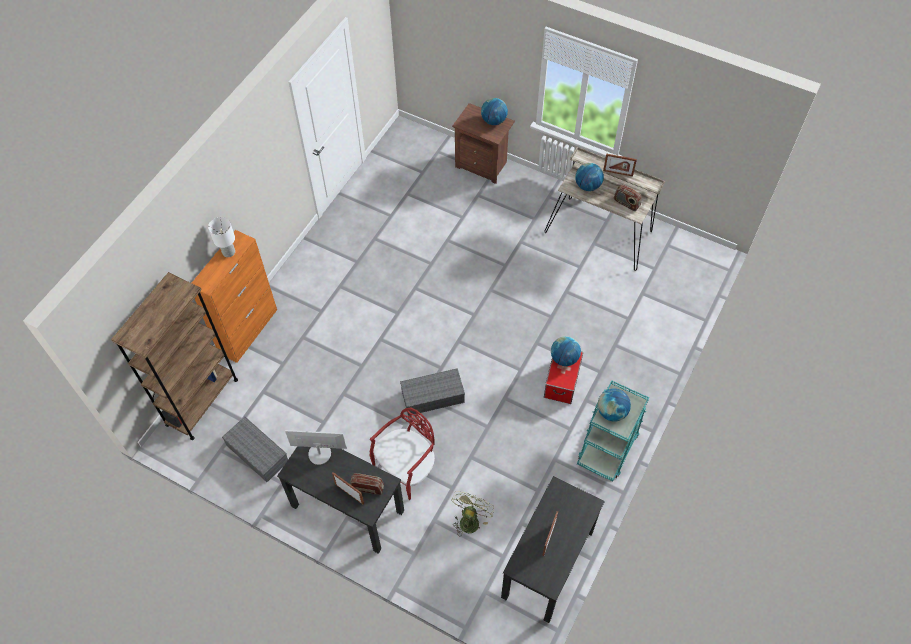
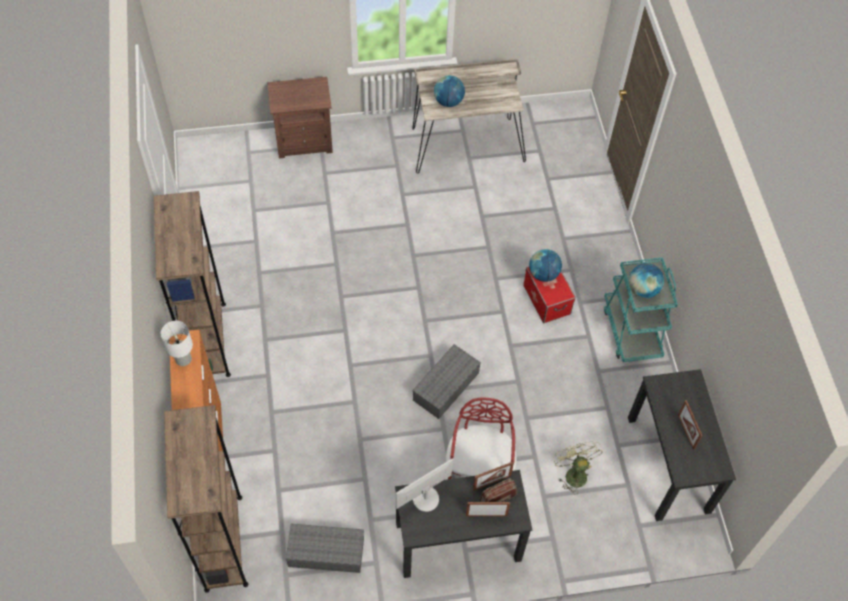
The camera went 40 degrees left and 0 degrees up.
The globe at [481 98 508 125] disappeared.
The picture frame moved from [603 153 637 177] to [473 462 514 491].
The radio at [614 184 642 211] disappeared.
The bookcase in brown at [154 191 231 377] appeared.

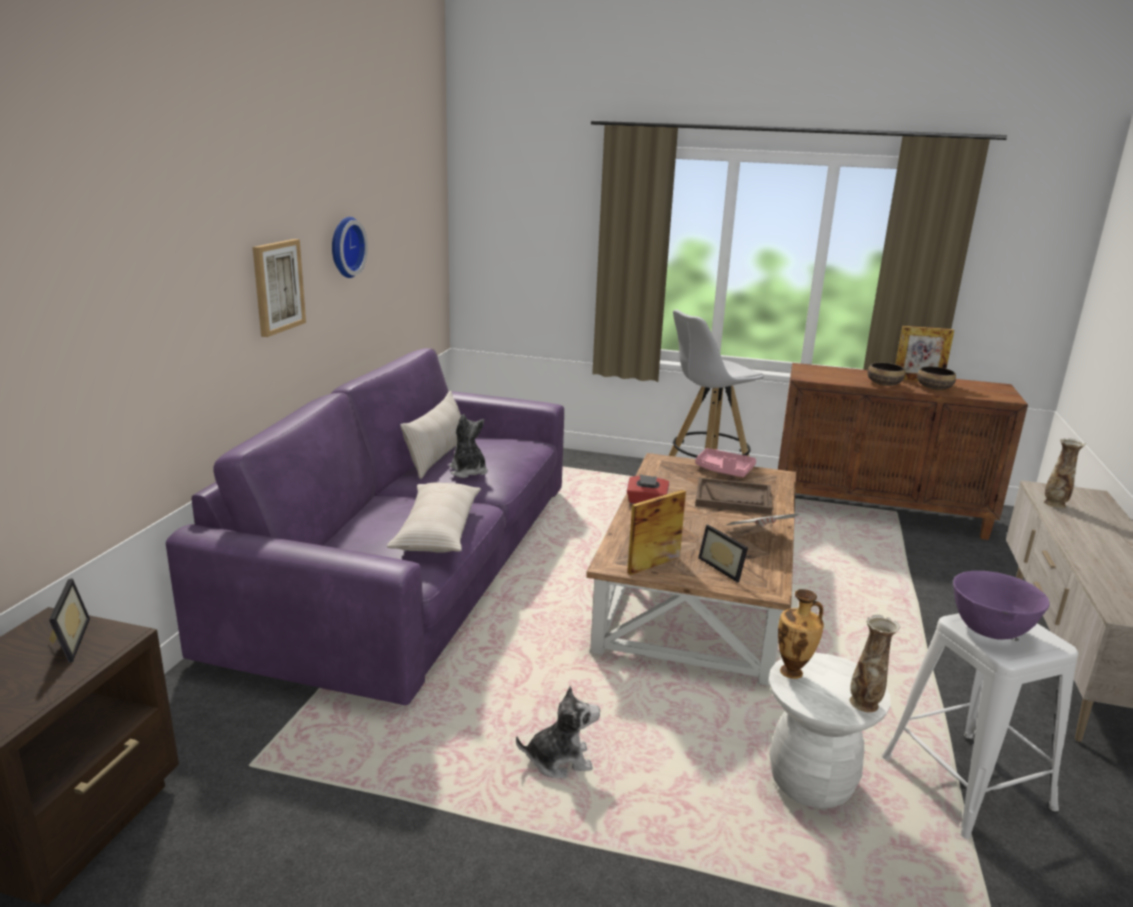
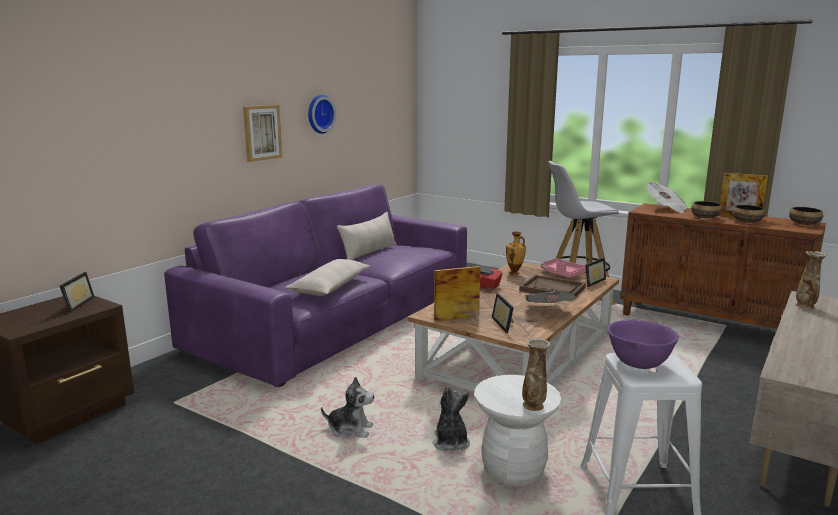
The camera went 20 degrees right and 5 degrees down.
The plush toy moved from [449 414 488 478] to [433 386 470 451].
The vase moved from [778 589 824 679] to [506 232 526 275].
The newspaper at [646 182 689 213] appeared.
The bowl at [789 207 823 225] appeared.
The picture frame at [585 258 606 287] appeared.

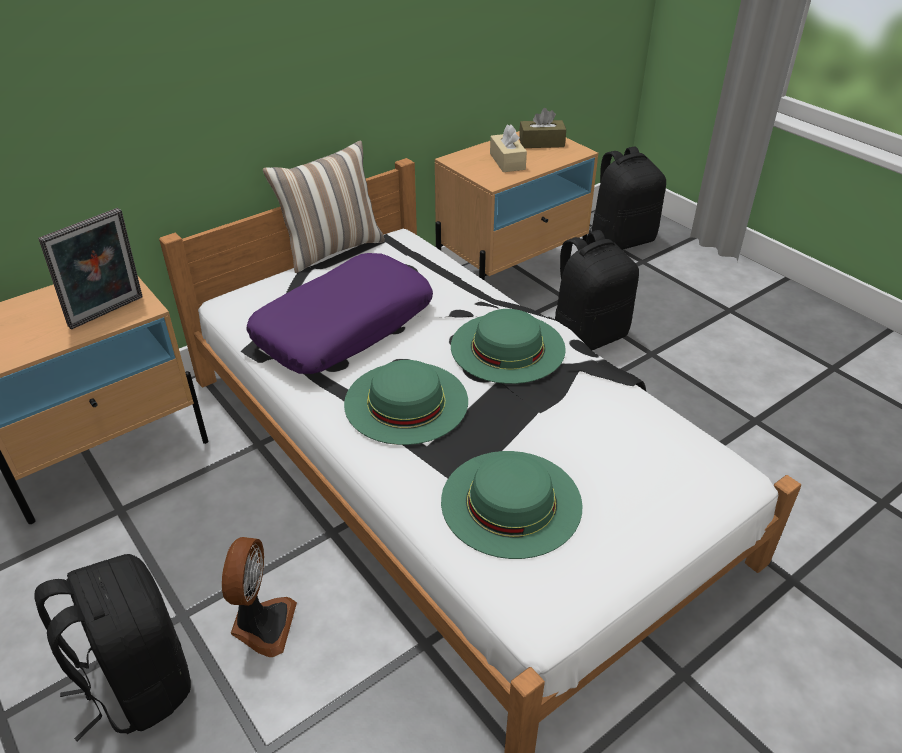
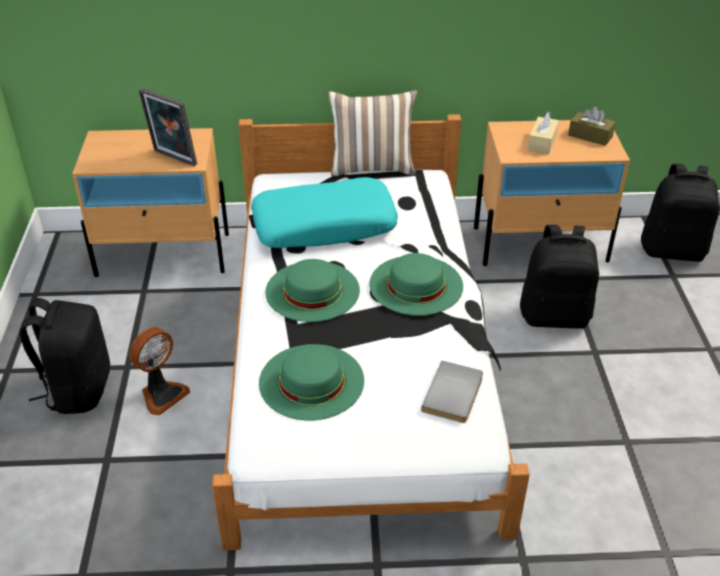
The camera went 35 degrees right and 0 degrees up.
The picture frame at [38 208 142 330] turned 45 degrees clockwise.
The pillow in purple at [246 253 433 374] became the pillow in turquoise at [251 177 398 248].
The book in grey at [421 361 483 423] appeared.

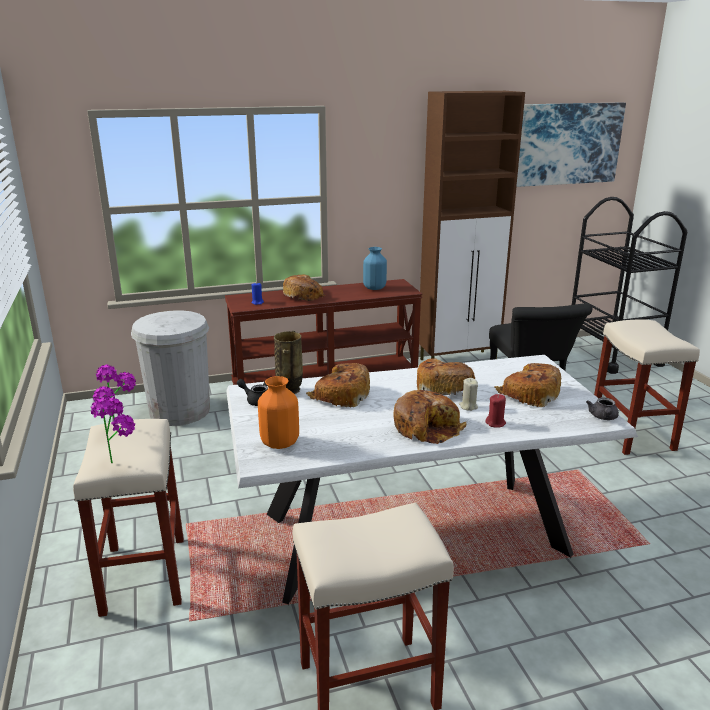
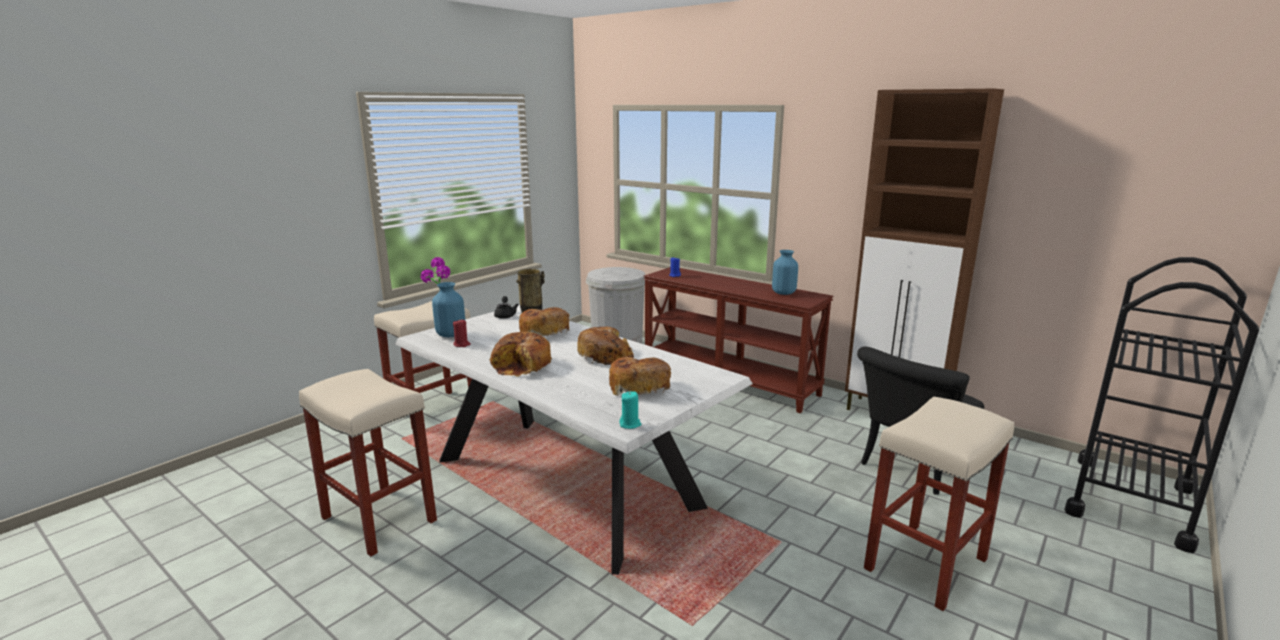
The camera went 55 degrees right and 5 degrees down.
The picture at [516 102 626 187] disappeared.
The bread at [283 274 325 301] disappeared.
The vase in orange at [258 376 299 449] became the vase in blue at [432 282 465 337].
The candle in beige at [459 378 478 411] disappeared.
The candle in red moved from [486 394 506 428] to [453 319 471 347].
The teapot in grey at [586 397 619 420] was replaced by the candle in turquoise at [619 391 641 429].
The potted plant at [91 398 135 463] disappeared.

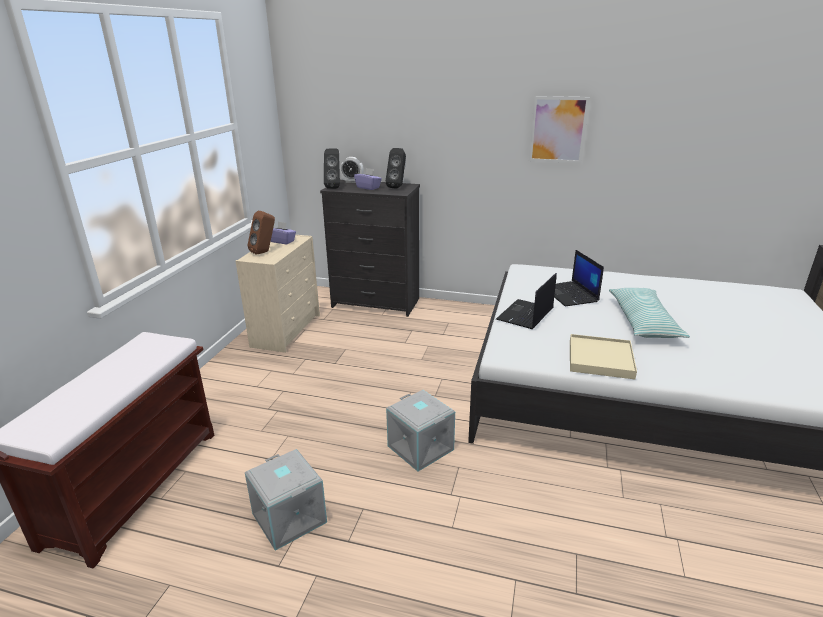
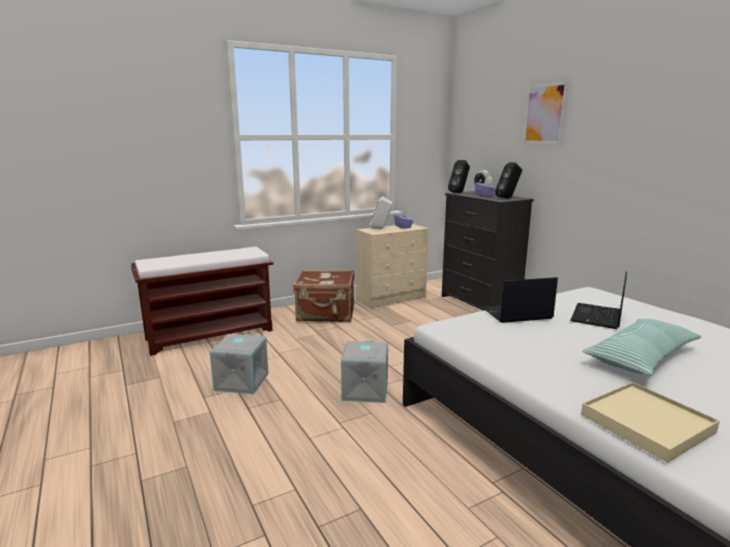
The camera went 45 degrees right and 10 degrees down.
The picture moved from [529 96 590 163] to [523 82 568 144].
The speaker in brown at [248 211 275 255] became the speaker in white at [370 197 393 229].
The tray in beige moved from [570 334 637 379] to [581 382 720 463].
The suitcase in brown at [293 270 354 322] appeared.

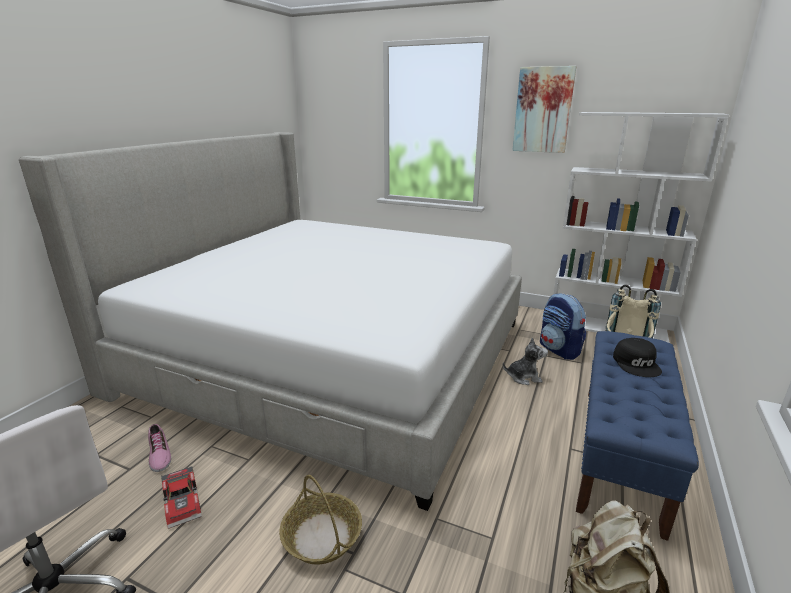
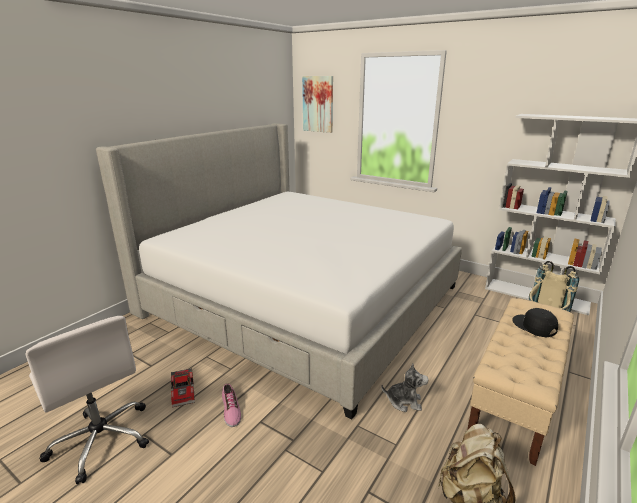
The camera went 10 degrees right and 0 degrees up.
The picture moved from [512 66 577 153] to [302 76 333 133].
The backpack at [540 293 586 360] disappeared.
The bench in blue at [576 331 699 541] became the bench in beige at [467 298 574 466].
The plush toy moved from [503 338 548 385] to [381 364 429 412].
The cap in black at [613 338 662 377] turned 135 degrees clockwise.
The shoe moved from [148 424 171 472] to [222 383 241 427].
The basket at [279 475 362 565] disappeared.

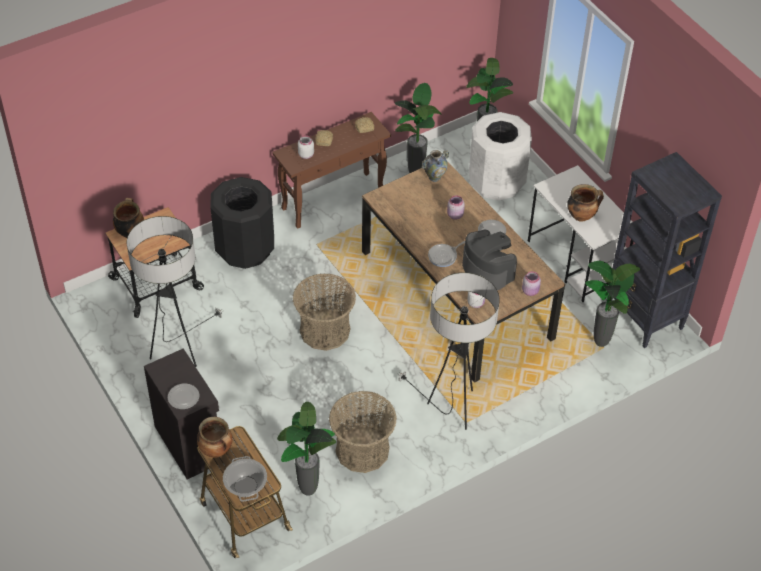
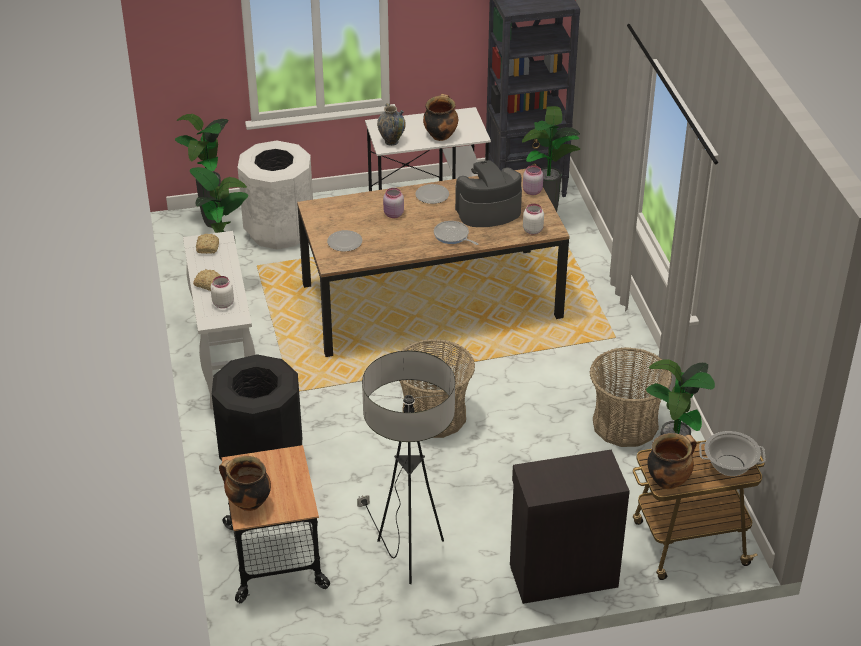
The camera went 70 degrees left and 10 degrees down.
The console table in brown at [272 112 391 229] became the console table in white at [183 231 255 409].
The vase moved from [422 150 449 182] to [377 103 406 146].
The frying pan at [428 241 465 267] turned 150 degrees clockwise.
The floor lamp at [397 272 500 430] disappeared.
The plate moved from [168 384 199 409] to [327 230 362 251].

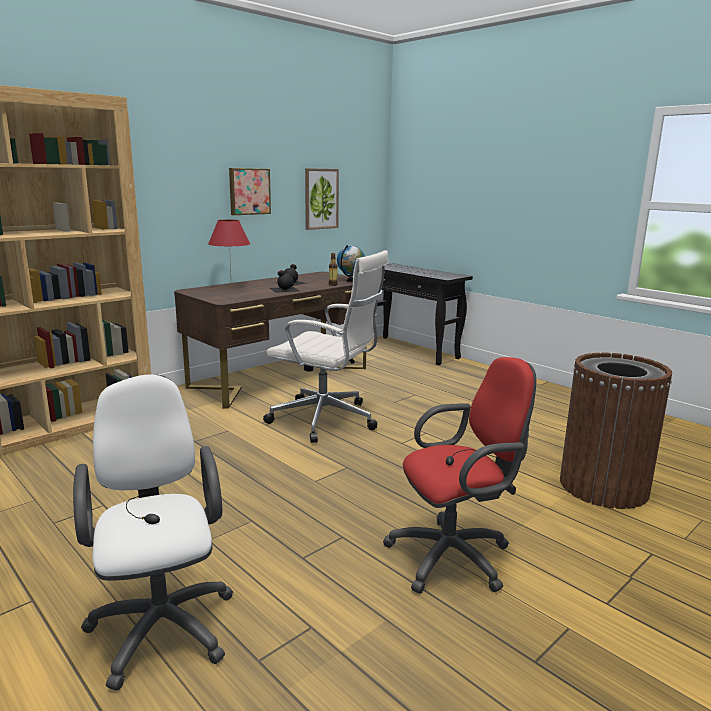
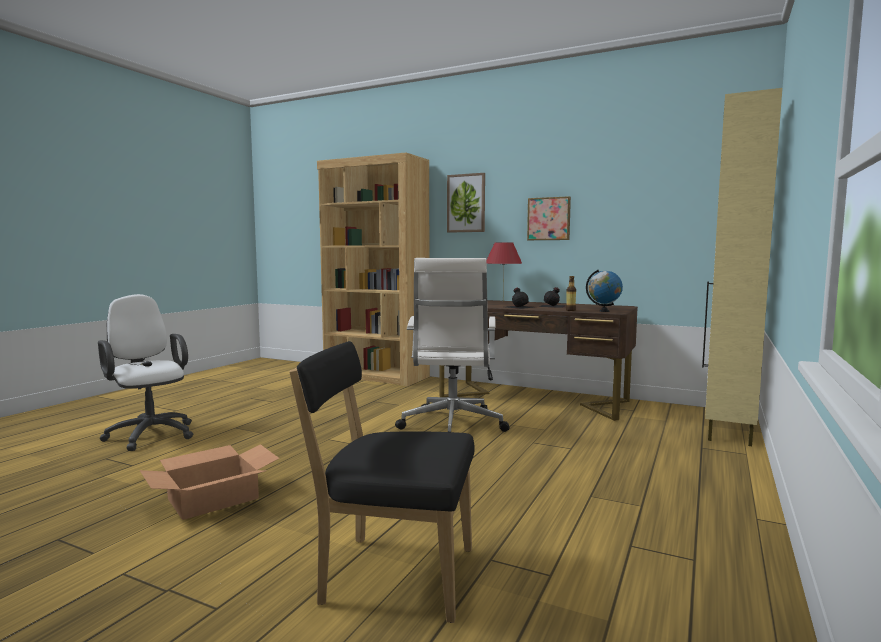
The camera went 70 degrees right and 10 degrees down.
The picture moved from [305 168 339 230] to [447 173 485 233].
The console table in black at [377 263 473 365] was replaced by the cabinet in beige at [702 88 782 446].
The trash can in brown at [560 353 672 509] was replaced by the chair in black at [289 341 475 623].
The office chair in red at [383 357 536 594] was replaced by the cardboard box at [139 444 279 520].
The office chair in white at [73 374 233 690] turned 90 degrees counterclockwise.

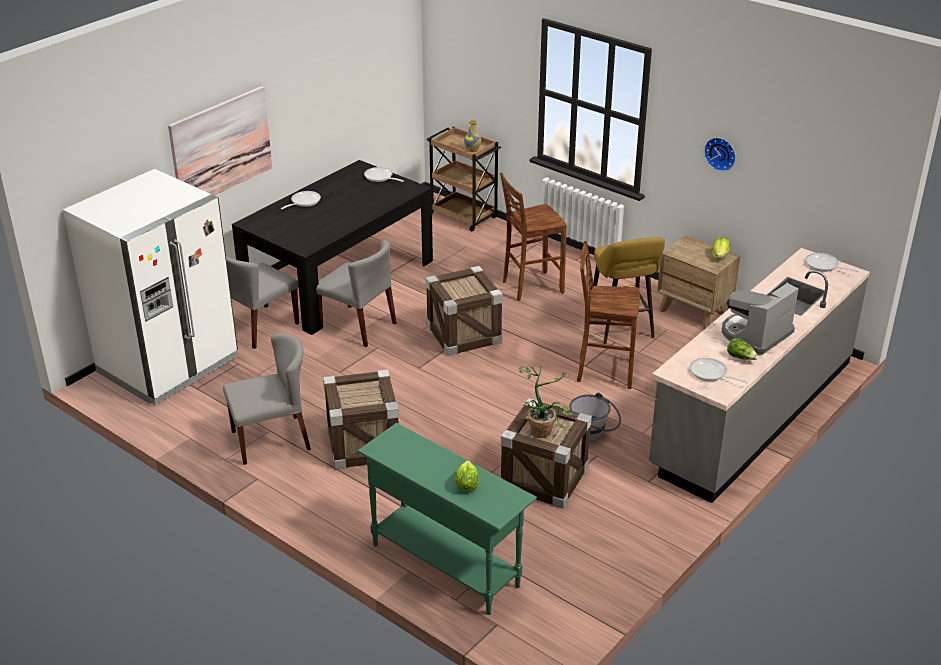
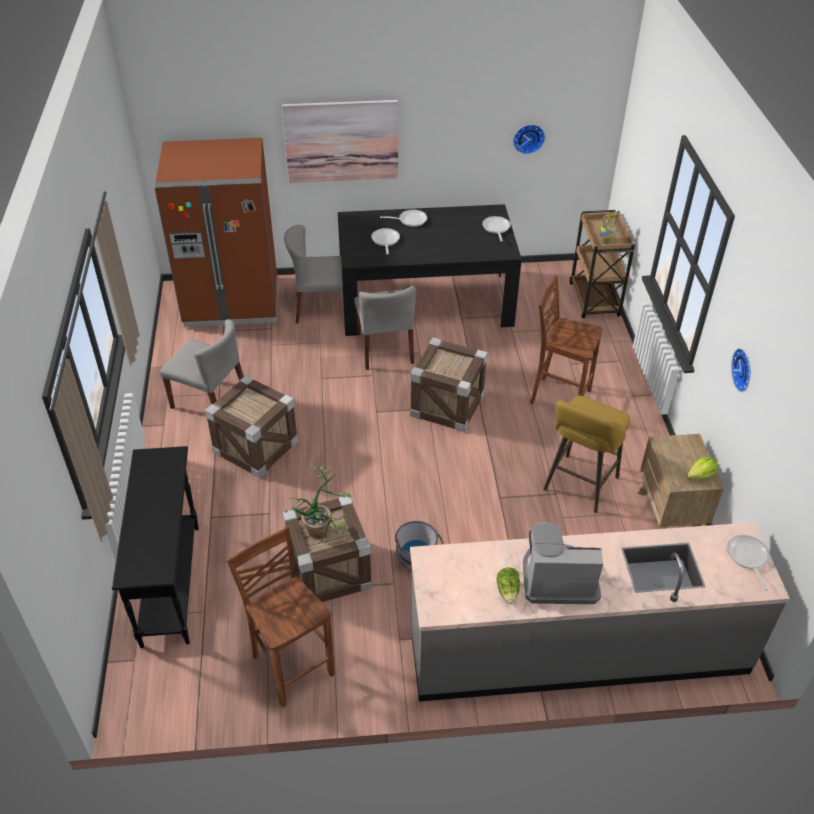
The camera went 45 degrees right and 10 degrees up.
The fridge in white at [63 169 238 405] became the fridge in brown at [155 138 277 327].
The stool in brown moved from [577 241 640 389] to [226 526 335 708].
The frying pan moved from [689 358 748 383] to [371 228 400 254].
The console table in green at [357 423 537 615] became the console table in black at [112 446 199 648].
The lettuce at [455 460 479 491] disappeared.
The wall clock at [513 124 545 154] appeared.

